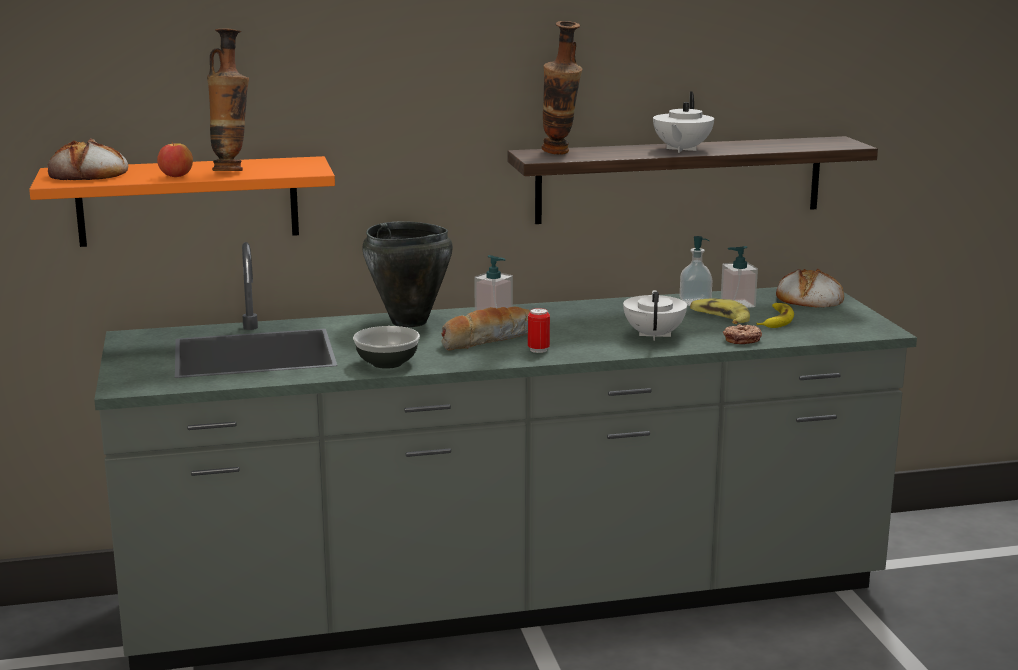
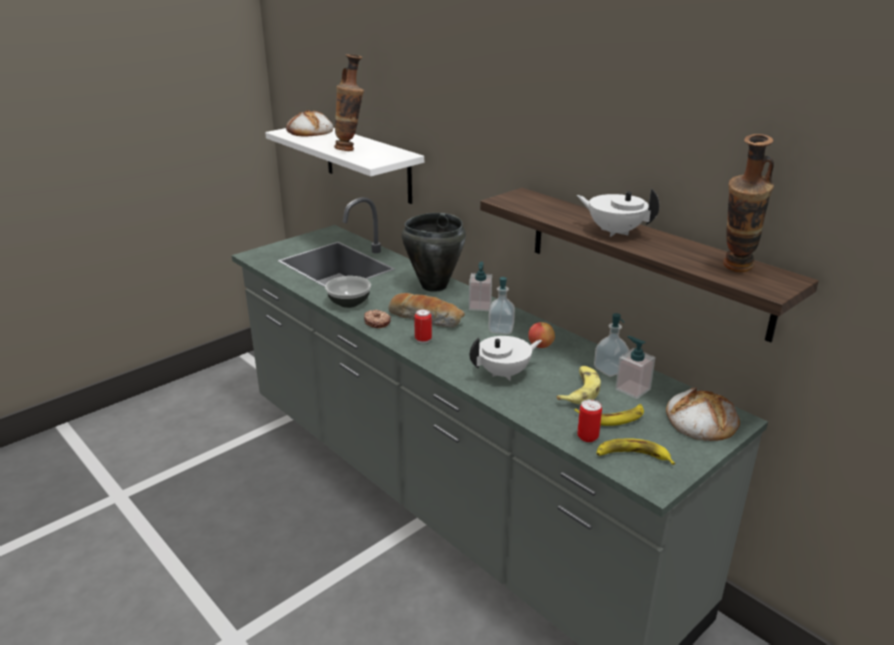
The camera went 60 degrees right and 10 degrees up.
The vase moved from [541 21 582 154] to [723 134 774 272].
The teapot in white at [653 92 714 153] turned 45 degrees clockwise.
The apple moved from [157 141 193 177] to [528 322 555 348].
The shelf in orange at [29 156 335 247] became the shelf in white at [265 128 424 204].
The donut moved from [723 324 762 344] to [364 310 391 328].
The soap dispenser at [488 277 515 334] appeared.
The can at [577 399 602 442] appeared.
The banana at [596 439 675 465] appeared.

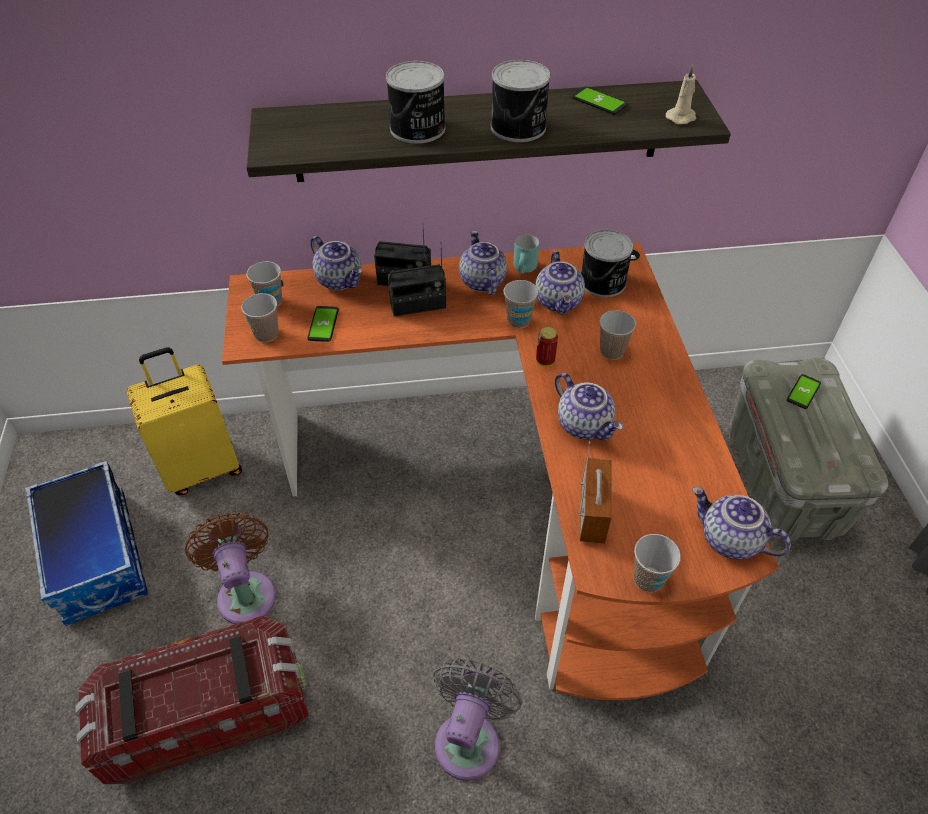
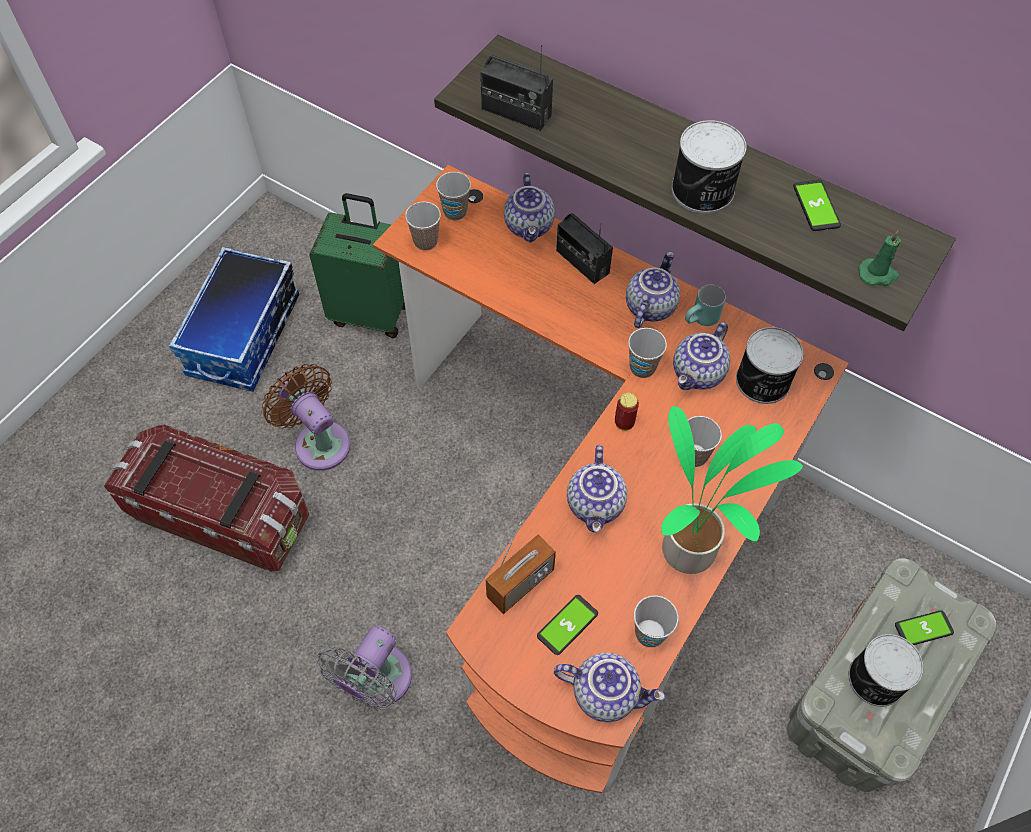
The camera went 40 degrees right and 10 degrees up.
The can moved from [386 61 445 144] to [848 634 923 707].
The candle in beige at [666 65 696 124] became the candle in green at [859 231 901 286].
The radio moved from [388 248 446 316] to [480 45 553 131].
The phone moved from [307 306 339 342] to [537 595 598 655].
The suitcase in yellow at [127 347 242 495] became the suitcase in green at [309 193 405 338].
The teapot at [692 487 791 559] turned 120 degrees clockwise.
The fan in brown at [185 512 276 624] turned 60 degrees counterclockwise.
The cup moved from [633 534 681 592] to [634 595 679 647].
The fan in grey at [433 659 522 781] turned 150 degrees clockwise.
The potted plant at [661 406 803 574] appeared.

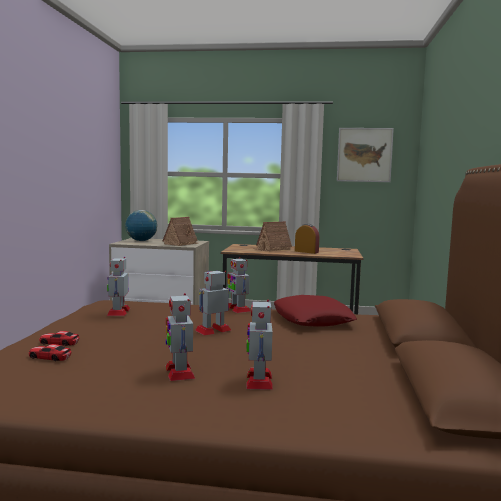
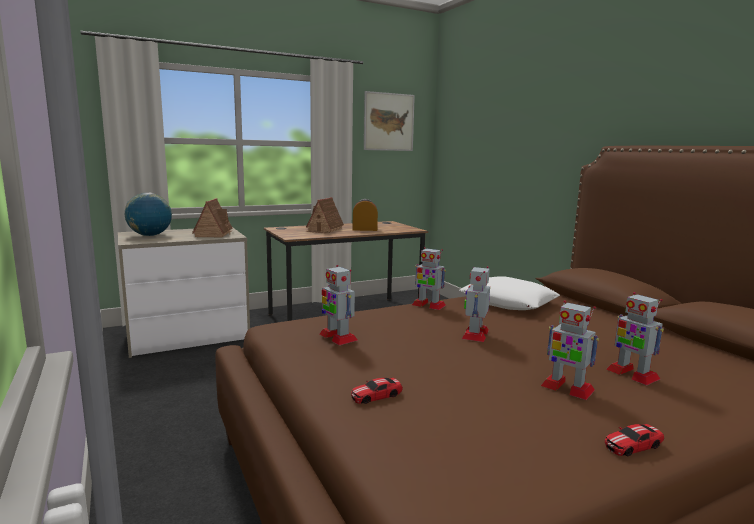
The camera went 35 degrees left and 5 degrees up.
The pillow in red at [274 295 357 327] became the pillow in white at [460 277 560 310].
The toy car moved from [29 344 72 361] to [605 424 664 456].

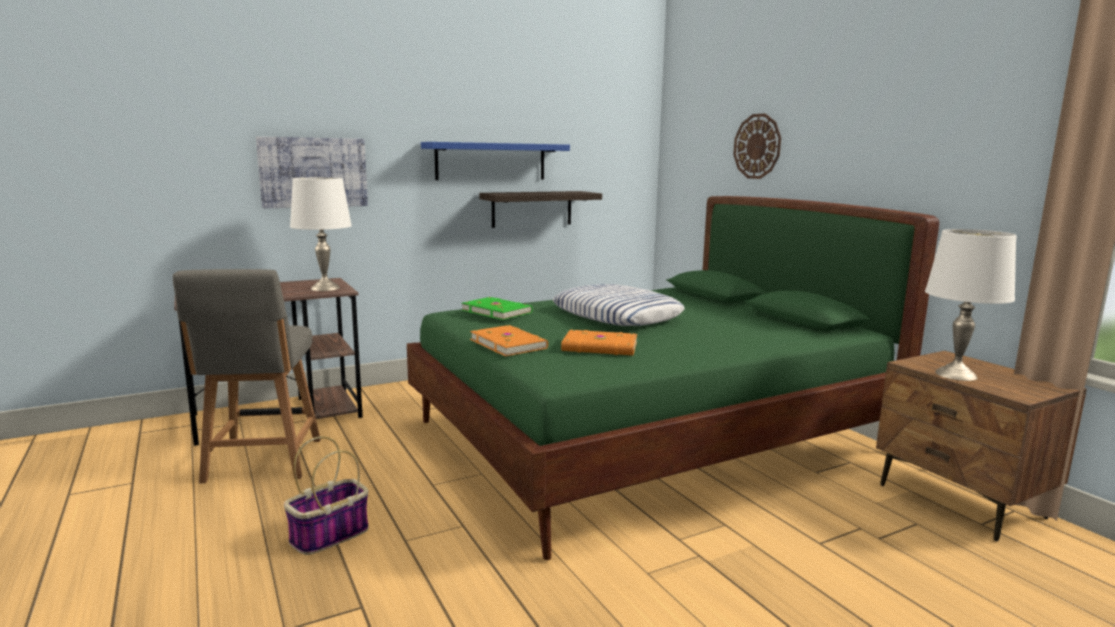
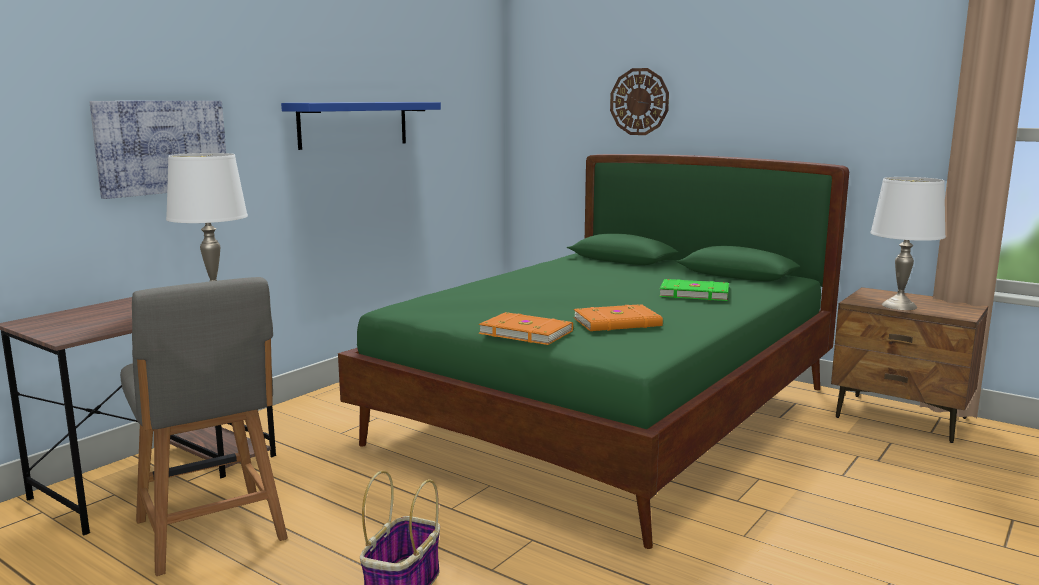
The camera went 25 degrees left and 0 degrees up.
The shelf at [479 191 602 228] disappeared.
The pillow at [553 284 685 326] disappeared.
The book in green moved from [461 297 533 320] to [659 279 729 301].

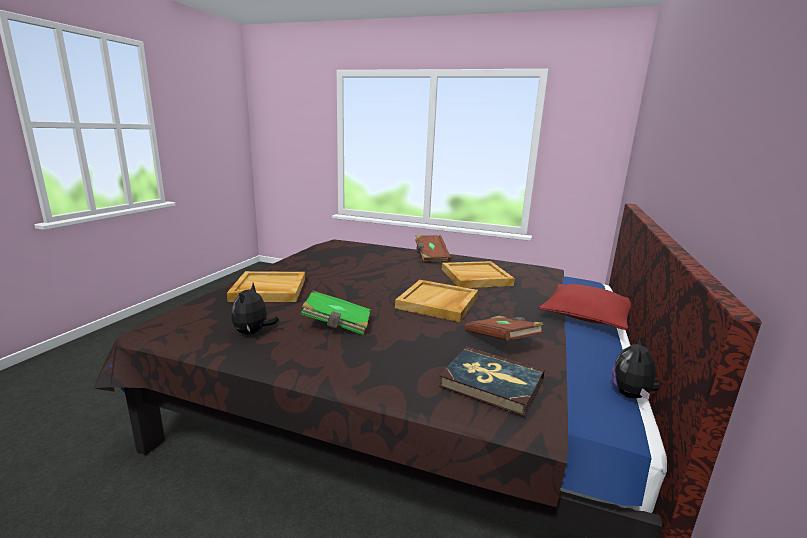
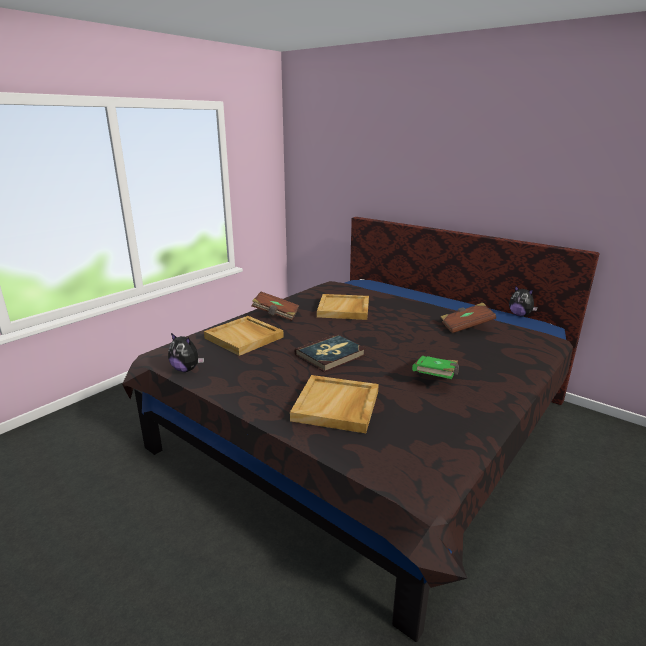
The camera went 70 degrees left and 5 degrees up.
The tray in beige moved from [395 280 478 322] to [204 316 284 356].
The plush toy moved from [232 283 279 335] to [168 333 204 372].
The pillow in red at [538 284 631 330] disappeared.
The book moved from [438 347 545 417] to [295 334 366 372].

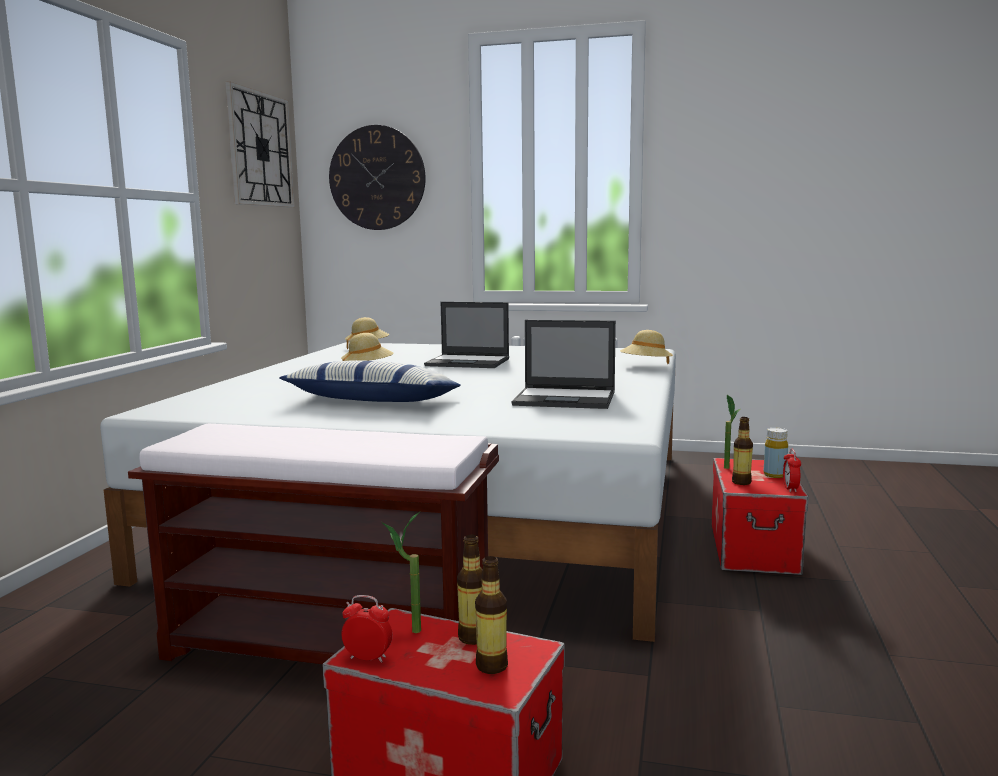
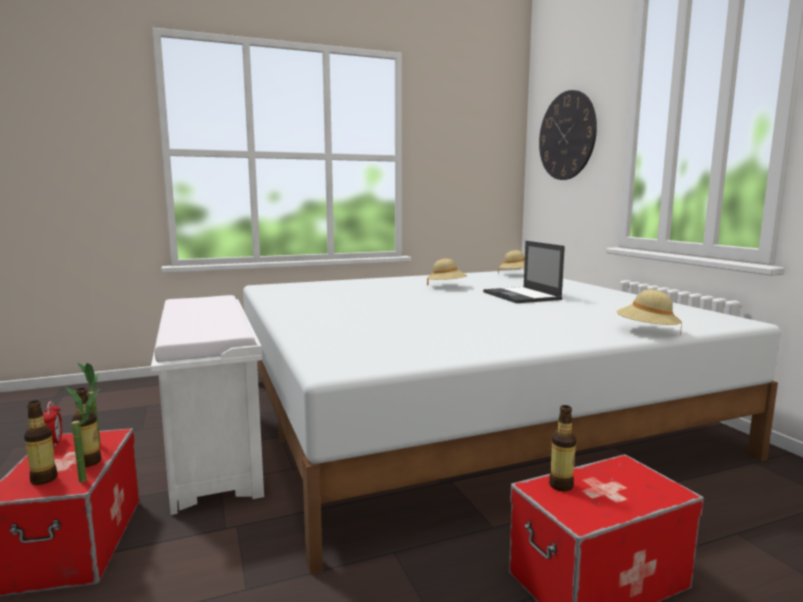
The camera went 55 degrees right and 0 degrees up.
The wall clock at [225 81 295 208] disappeared.
The laptop at [512 320 616 409] disappeared.
The pillow at [279 360 461 402] disappeared.
The potted plant moved from [724 395 740 469] to [65 387 100 482].
The bench in brown at [128 424 499 664] became the bench in white at [151 295 264 515].
The bottle in yellow at [764 428 788 478] disappeared.
The alarm clock at [783 449 801 492] disappeared.

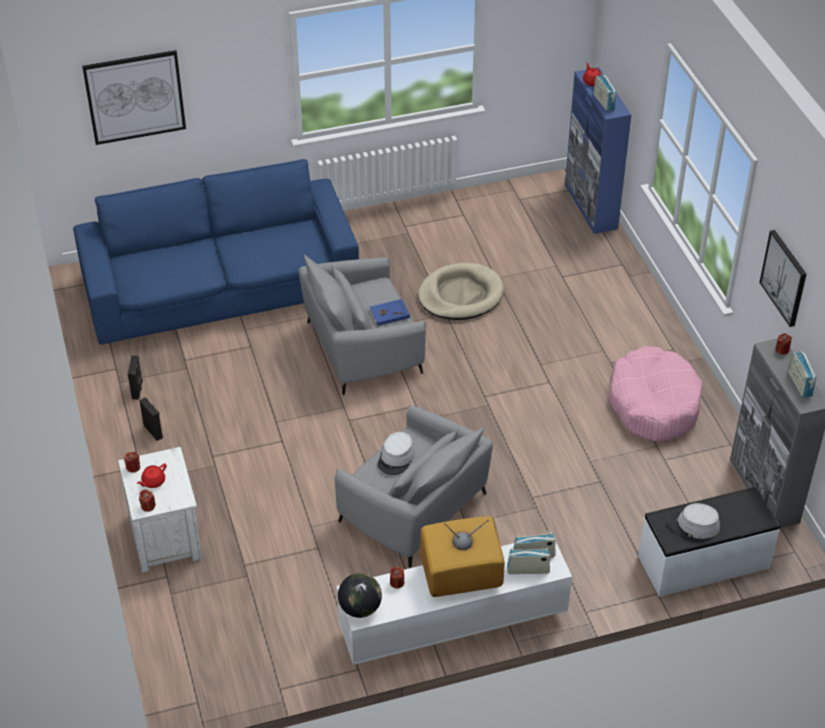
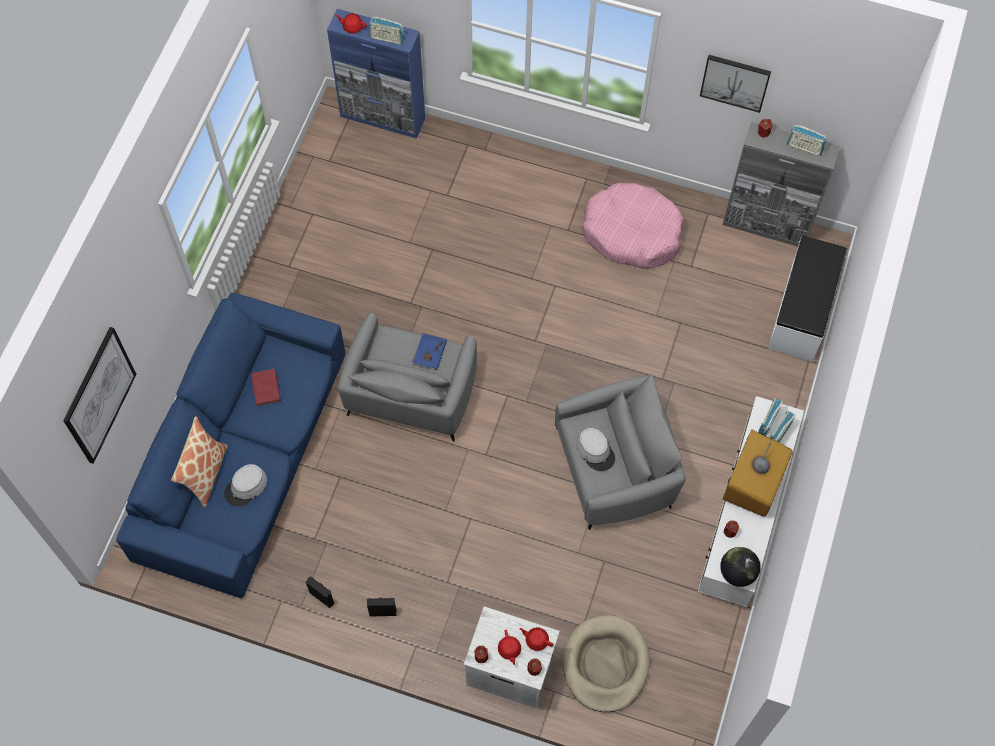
The camera went 55 degrees left and 20 degrees up.
The dog bed in beige moved from [418 263 504 320] to [563 615 650 712].
The hat in grey moved from [667 503 720 539] to [224 464 267 506].
The book in red at [251 369 281 406] appeared.
The pillow at [171 416 228 508] appeared.
The teapot in red at [519 627 554 651] appeared.

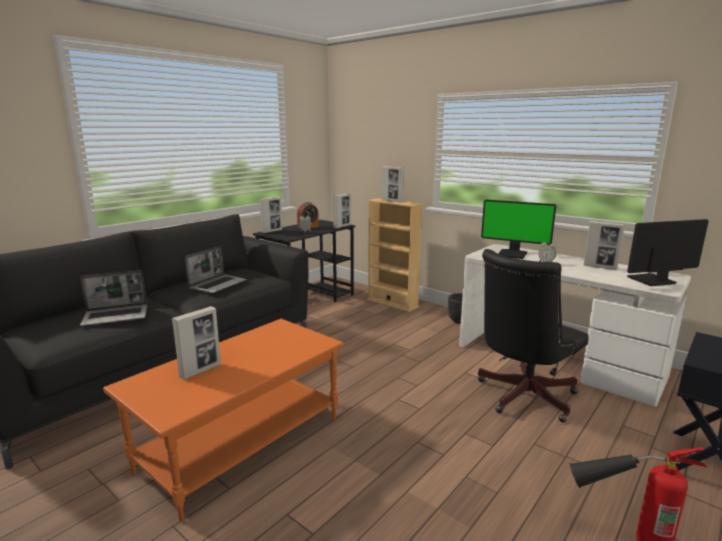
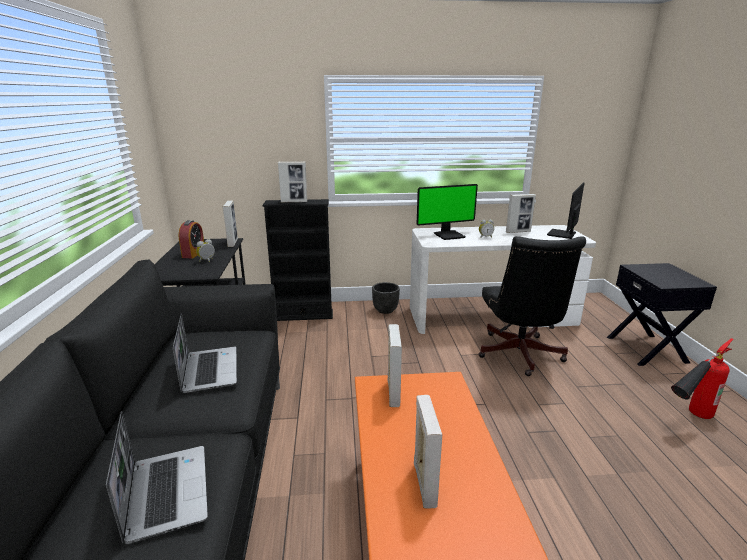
The camera went 45 degrees left and 5 degrees up.
The picture frame moved from [259 197 282 233] to [388 324 402 407].
The bookcase in beige at [367 198 423 312] became the bookcase in black at [263 199 333 321].
The laptop at [80 270 147 326] turned 45 degrees counterclockwise.

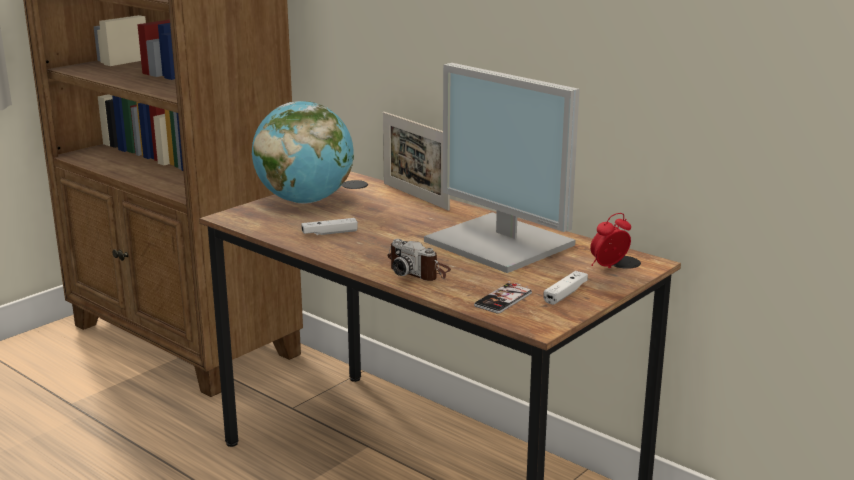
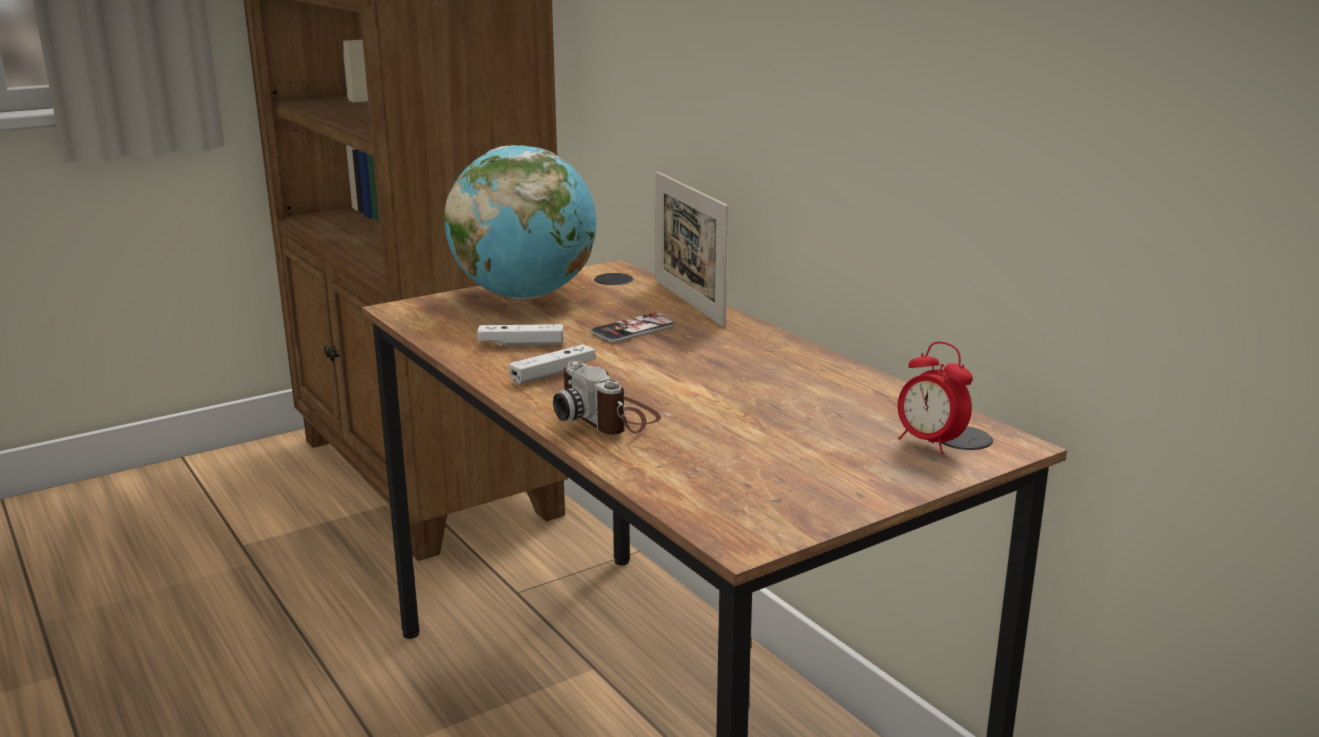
The camera went 15 degrees right and 0 degrees up.
The monitor at [424 63 580 273] disappeared.
The alarm clock at [590 213 631 268] turned 120 degrees counterclockwise.
The game controller in white moved from [544 271 588 305] to [509 344 596 385].
The phone moved from [474 281 532 313] to [591 310 675 343].

